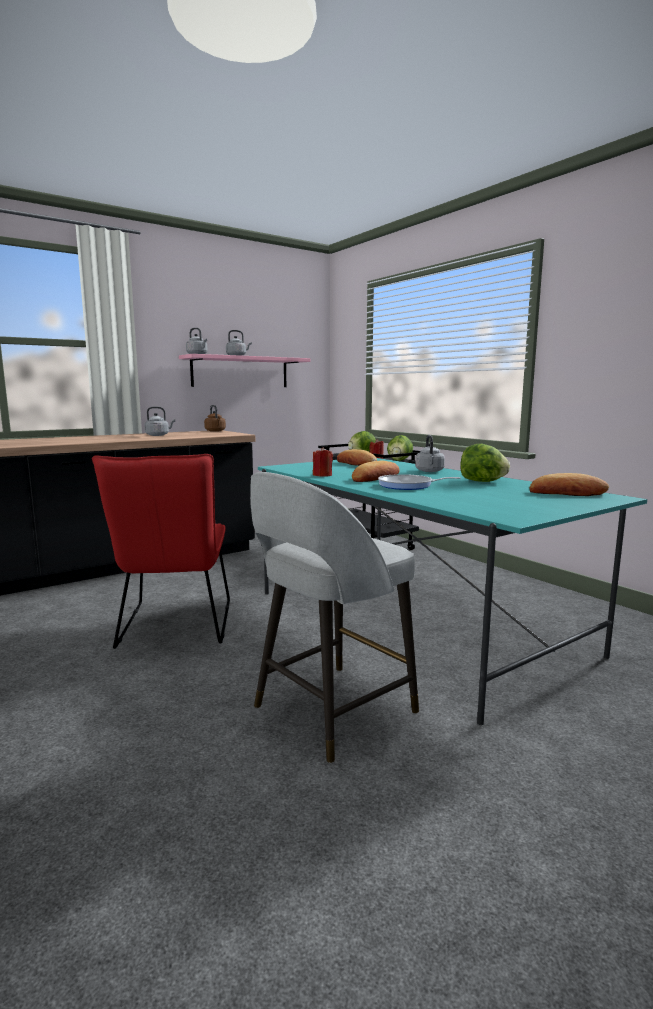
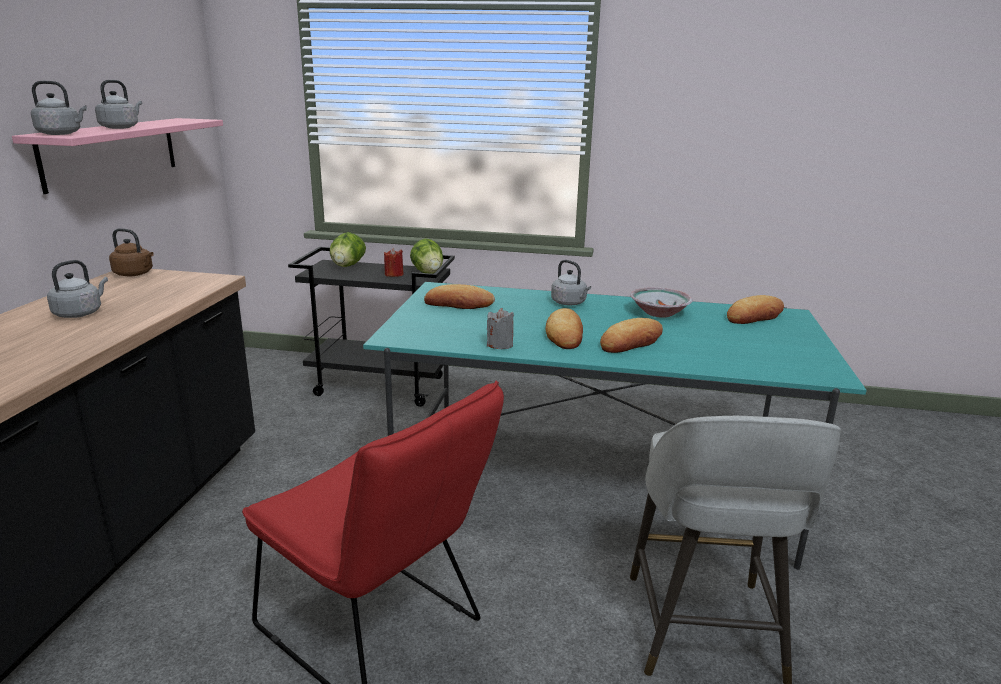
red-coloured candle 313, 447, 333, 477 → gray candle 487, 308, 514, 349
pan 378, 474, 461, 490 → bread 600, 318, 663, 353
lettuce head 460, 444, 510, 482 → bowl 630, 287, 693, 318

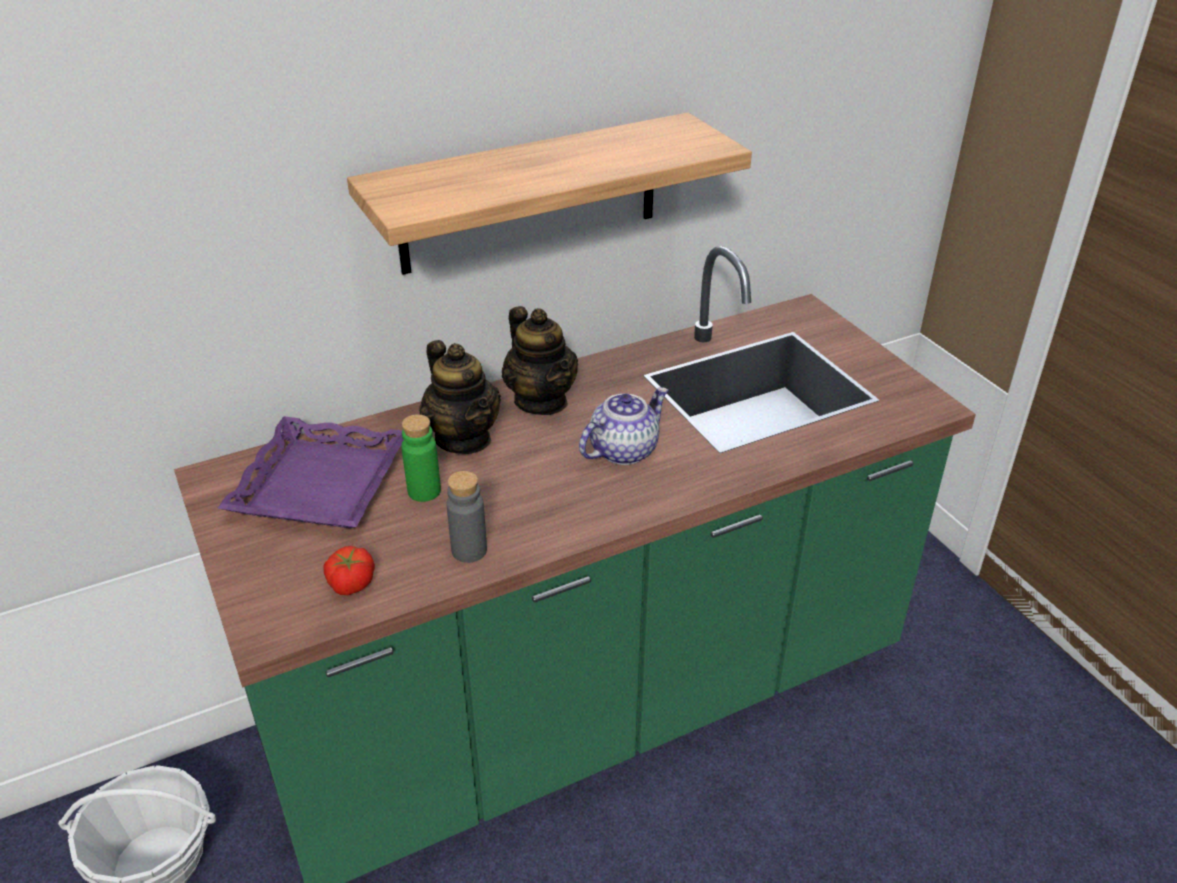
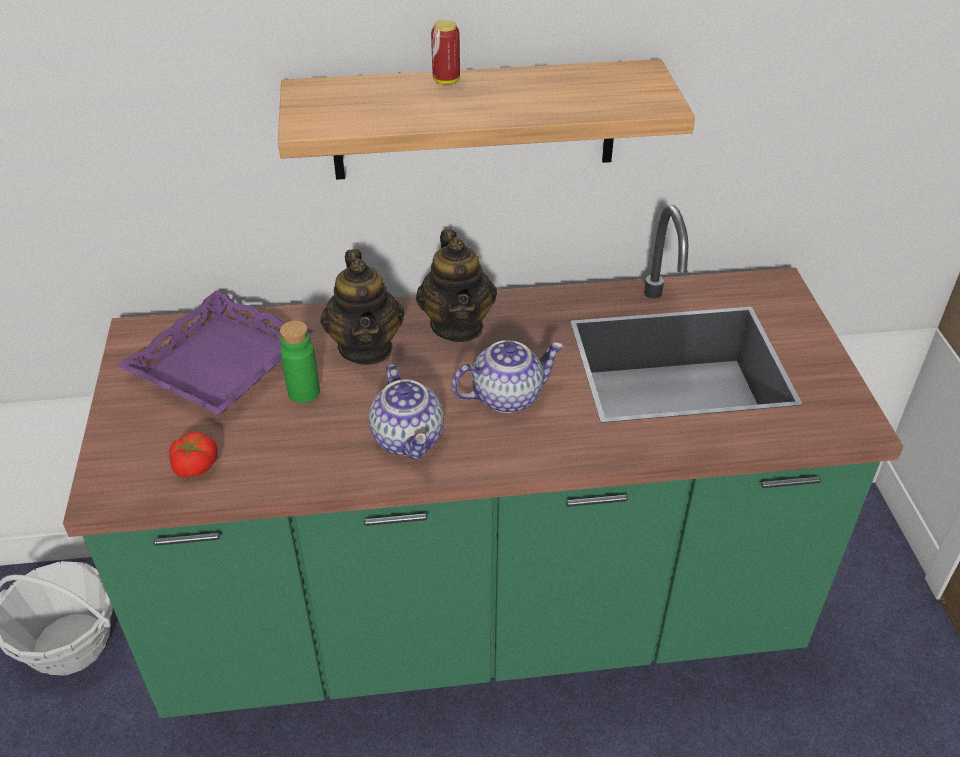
gray beverage bottle 447, 471, 487, 563 → -
- → pot for tea 369, 364, 444, 460
- → sealed can 431, 20, 460, 85

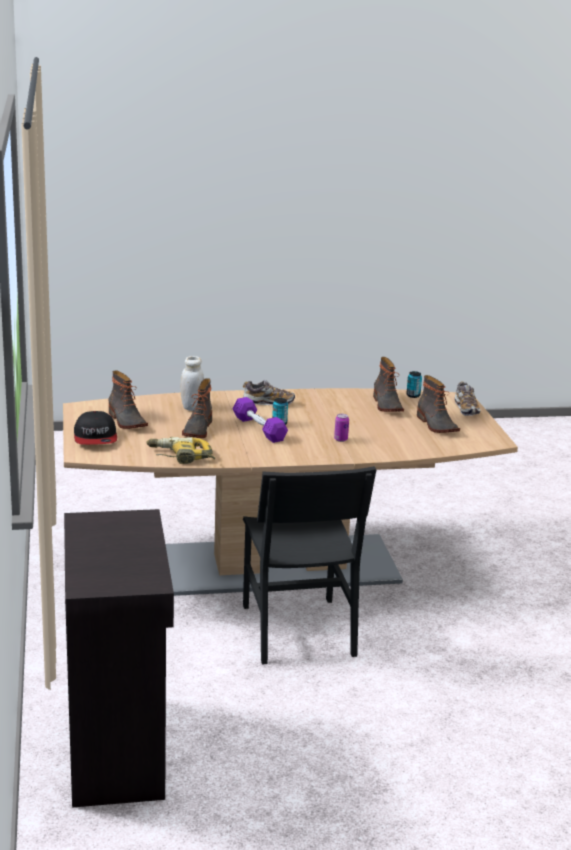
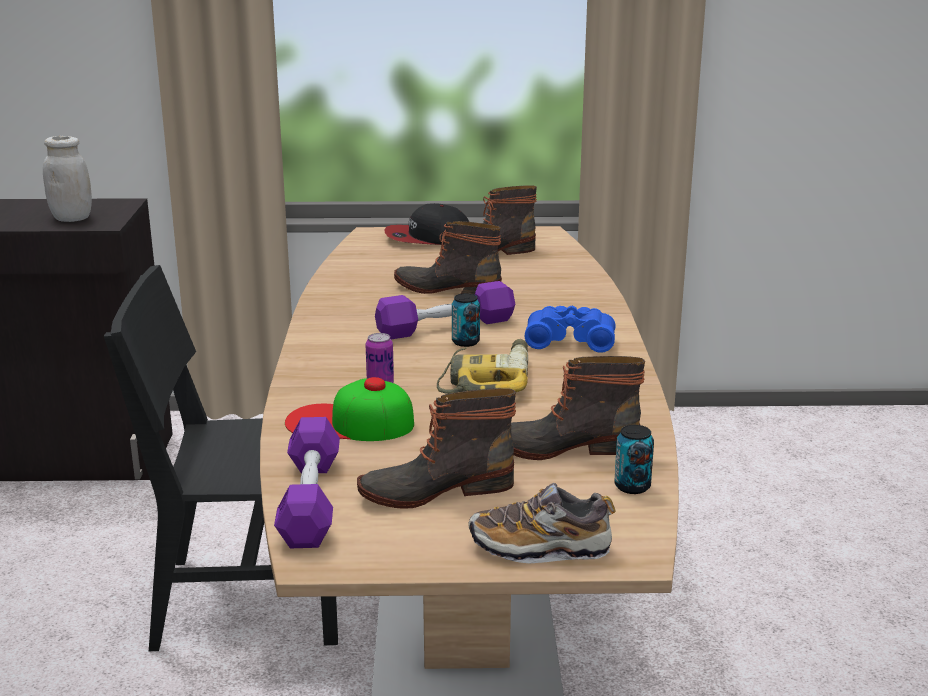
drill 146, 437, 215, 464 → drill 437, 339, 528, 394, relocated
white preserve jar 181, 356, 204, 411 → white preserve jar 43, 136, 92, 222, relocated
shoe 243, 380, 295, 405 → bluish binoculars 525, 306, 616, 353
- → purple dumbbell 274, 417, 340, 548
- → cap 285, 377, 414, 441

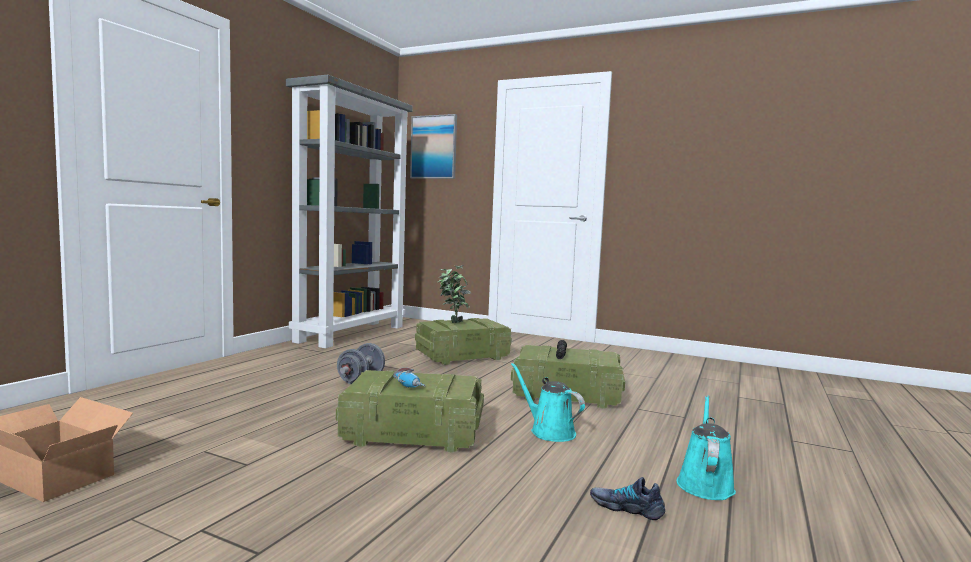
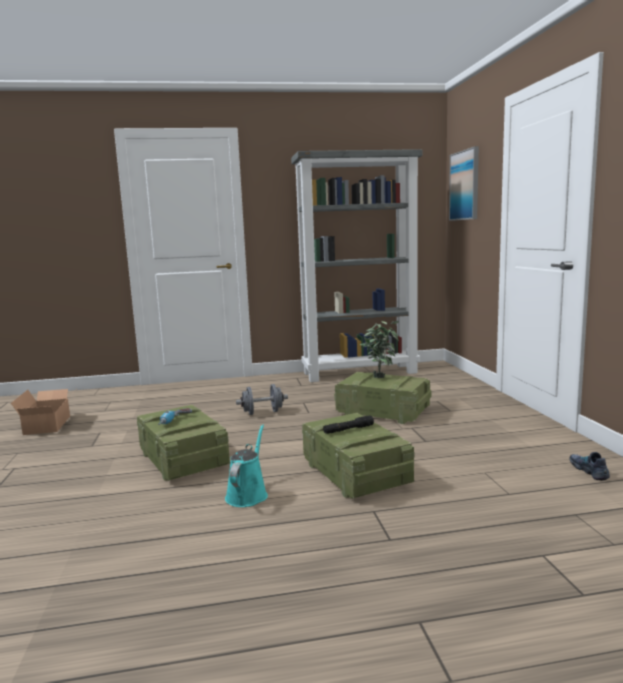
shoe 590, 477, 665, 520 → shoe 569, 452, 610, 481, relocated
blue-green watering can 676, 395, 736, 500 → -

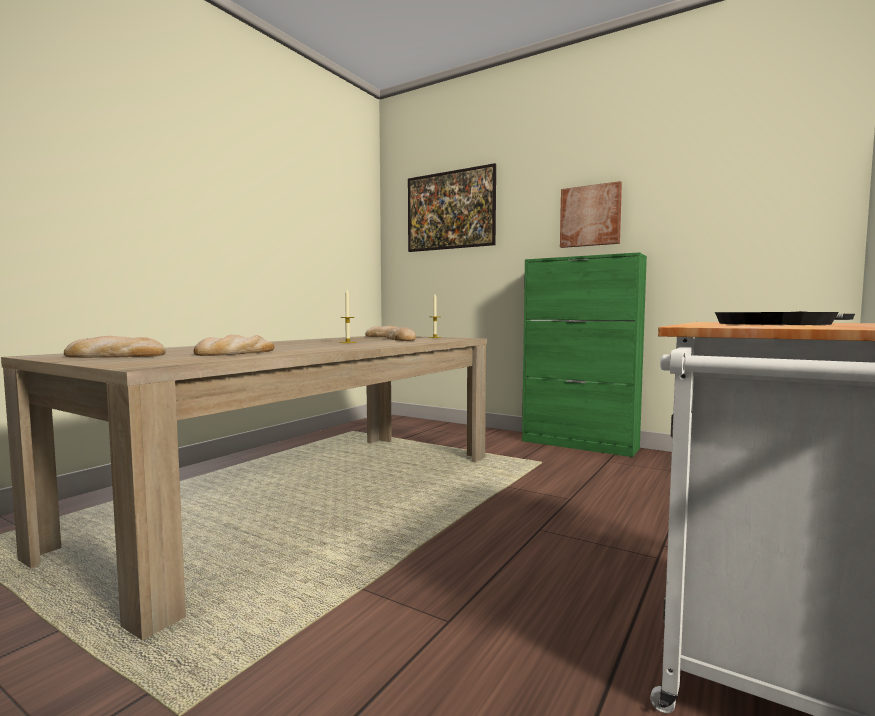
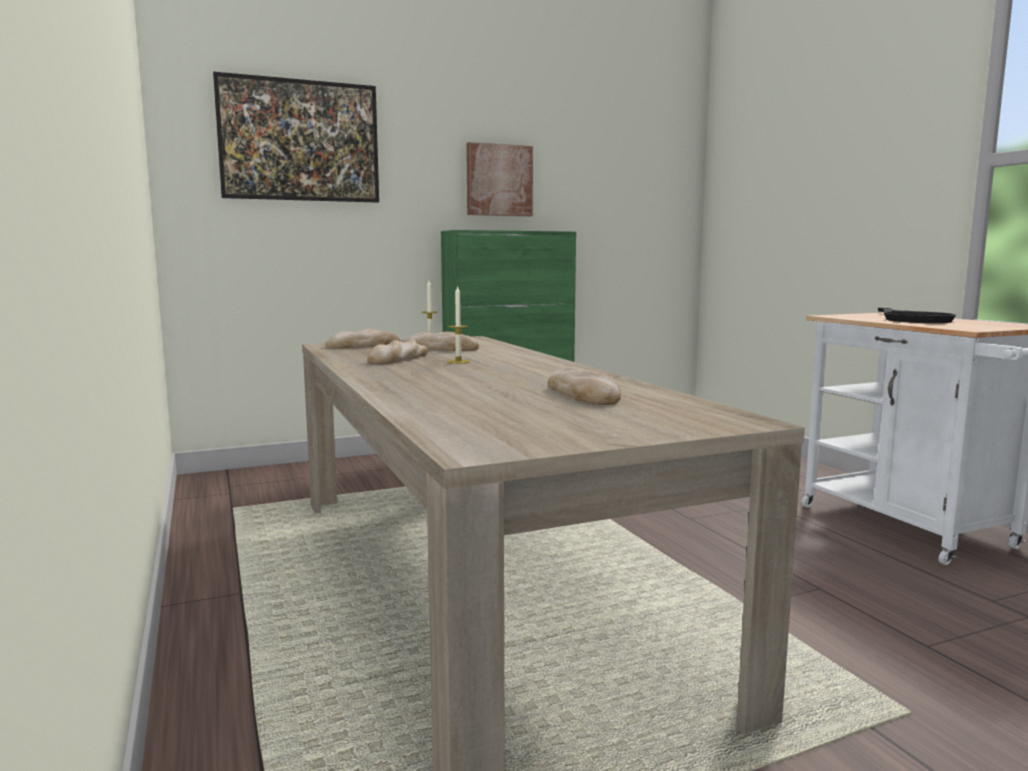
bread 64, 336, 166, 358 → bread 367, 339, 428, 364, relocated

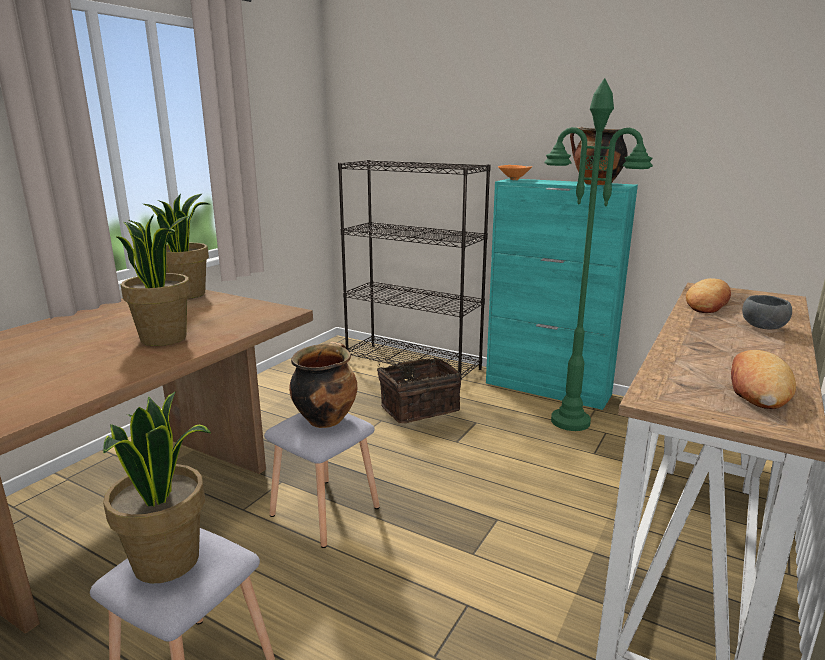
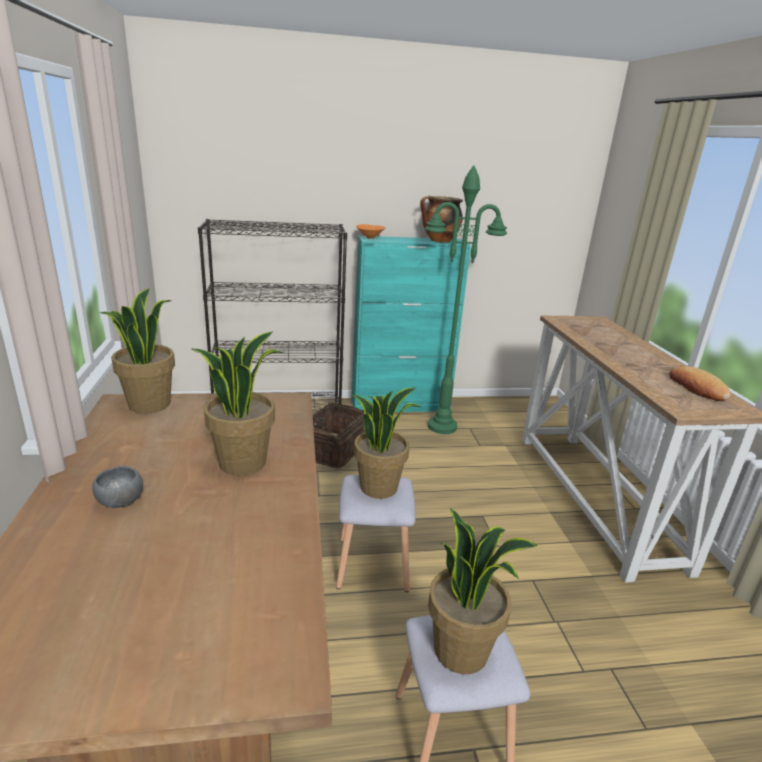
saucepot 289, 342, 357, 428 → potted plant 351, 387, 420, 499
bread 686, 278, 731, 313 → -
gray bowl 742, 295, 792, 329 → gray bowl 92, 466, 143, 508, relocated

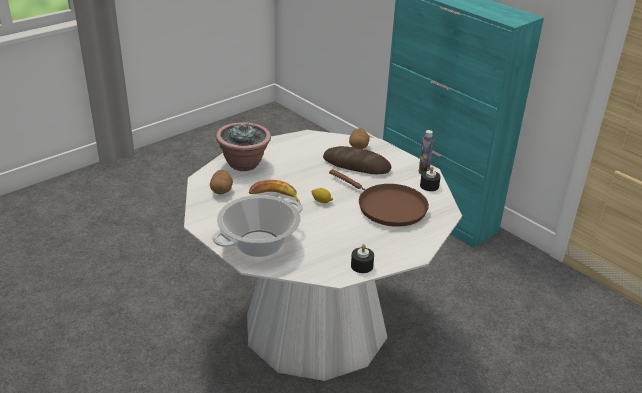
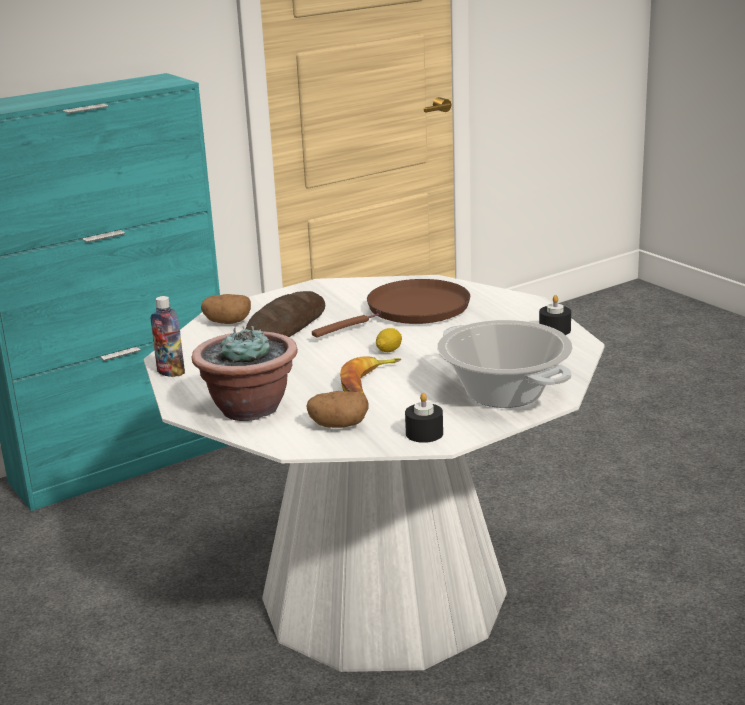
beverage bottle 419, 130, 434, 174 → beverage bottle 151, 296, 185, 377, relocated
blackish candle 420, 166, 441, 191 → blackish candle 405, 393, 443, 443, relocated

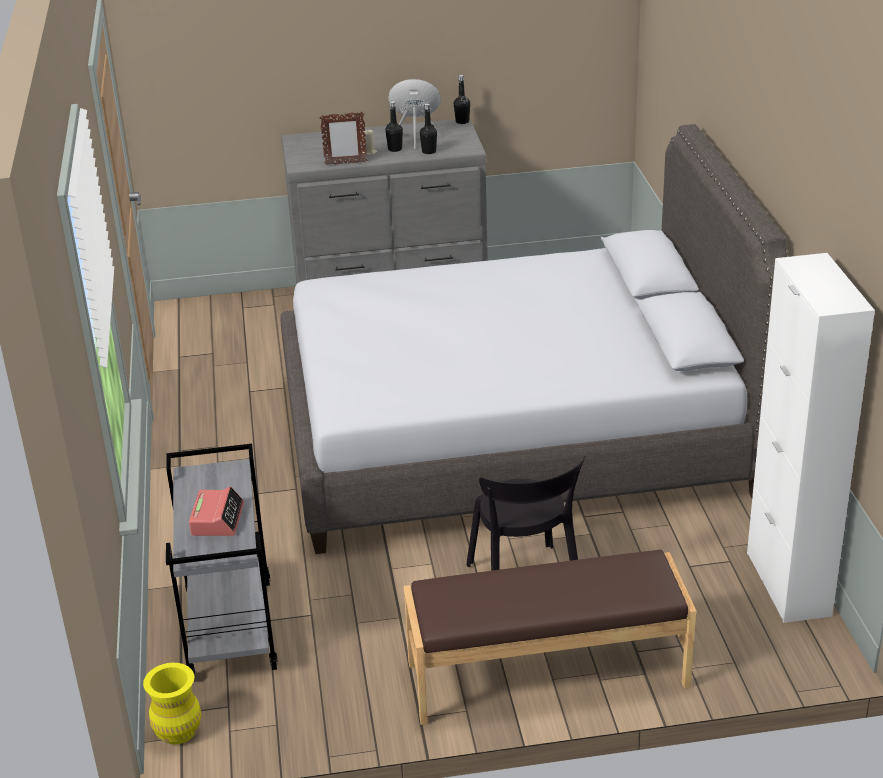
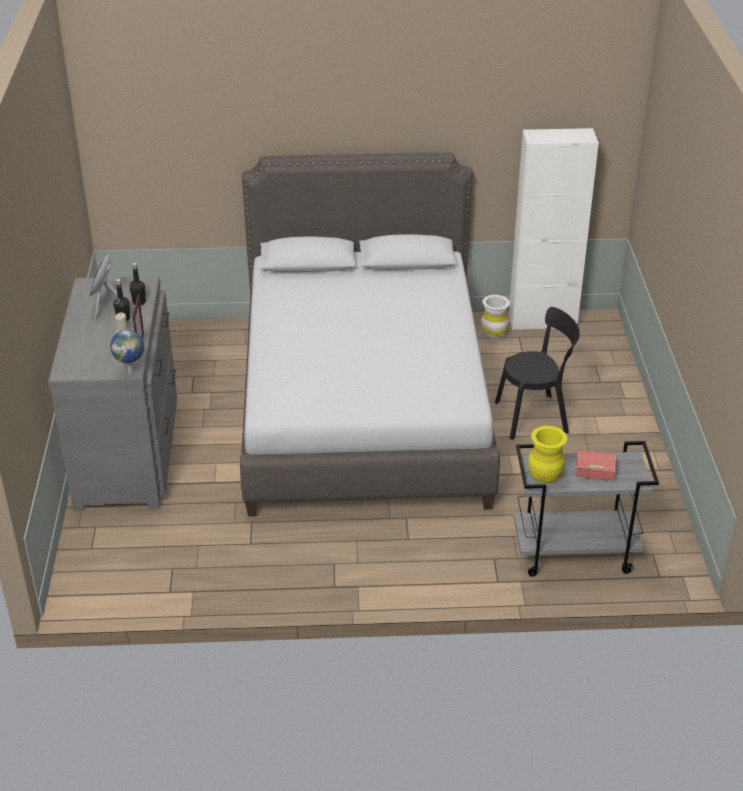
yellow flower vase 143, 663, 201, 744 → yellow flower vase 528, 426, 567, 483, relocated
brown-coloured indoor bench 404, 550, 696, 725 → -
blackish beverage bottle 454, 75, 470, 124 → -
- → world globe 110, 330, 144, 374
- → white flower vase 481, 295, 510, 339

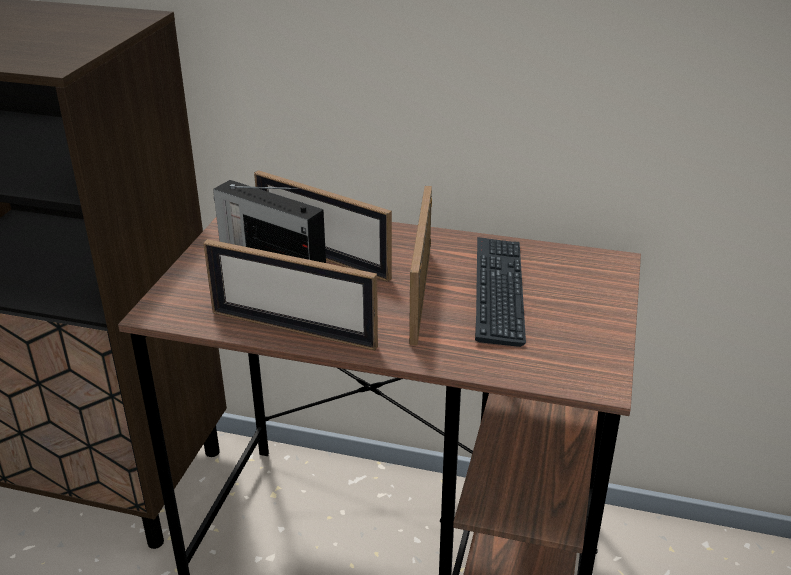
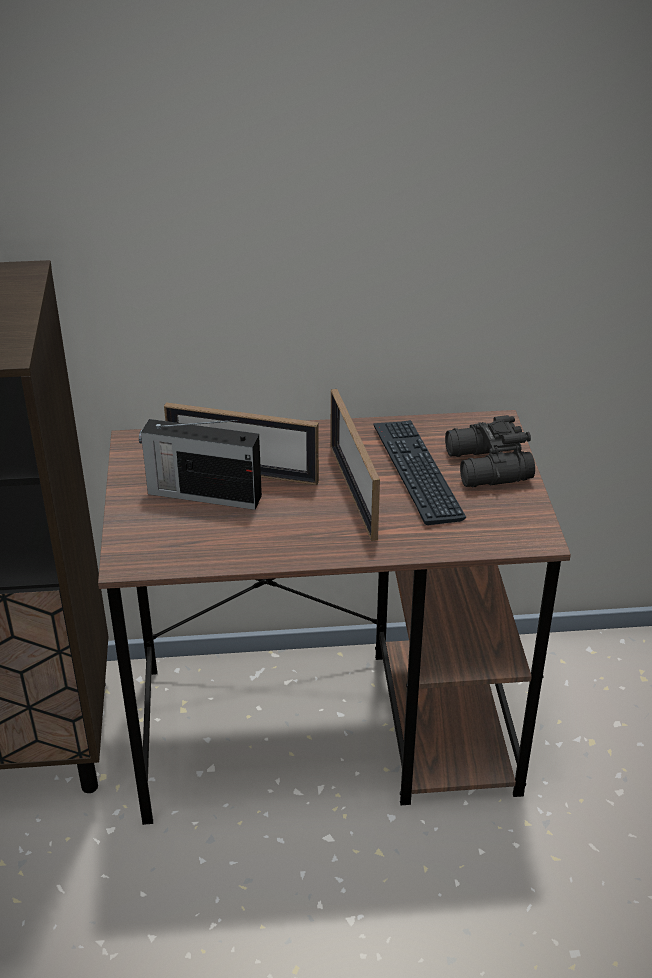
photo frame 203, 239, 378, 350 → -
- → blackish binoculars 445, 415, 535, 487

